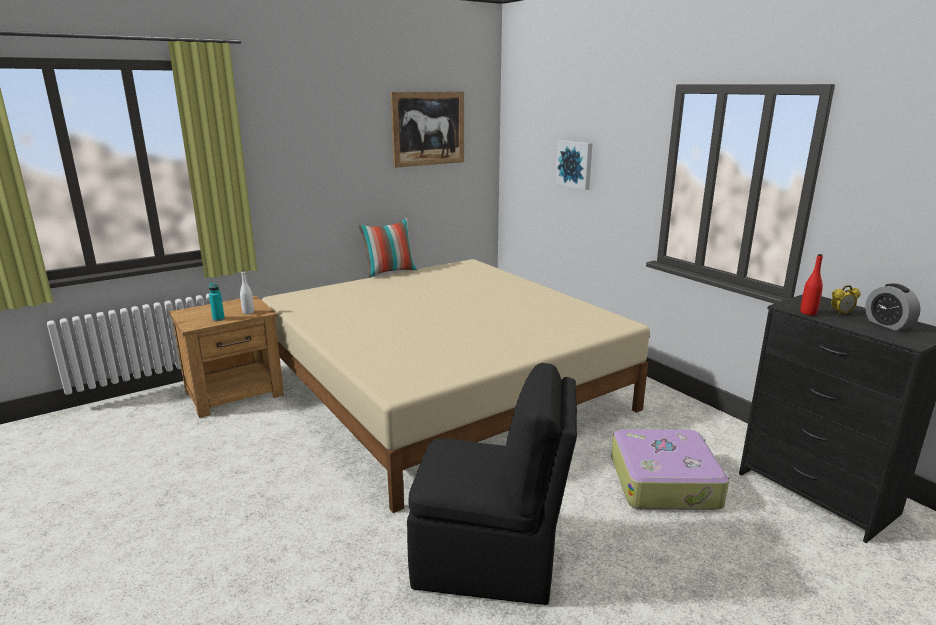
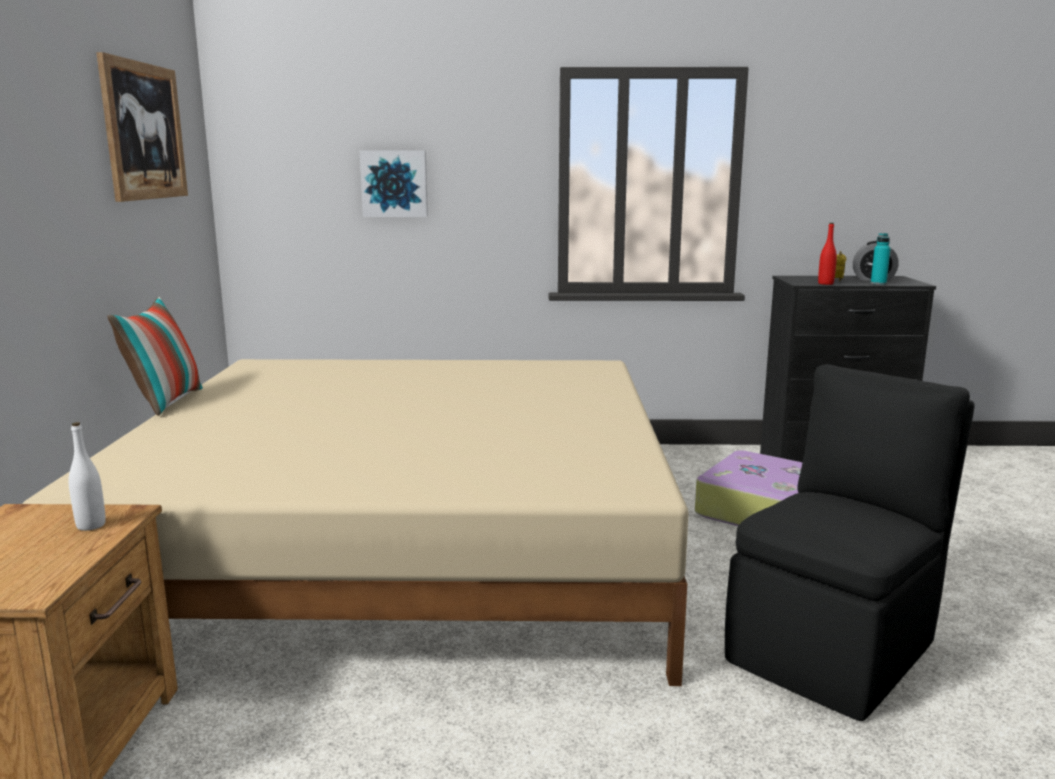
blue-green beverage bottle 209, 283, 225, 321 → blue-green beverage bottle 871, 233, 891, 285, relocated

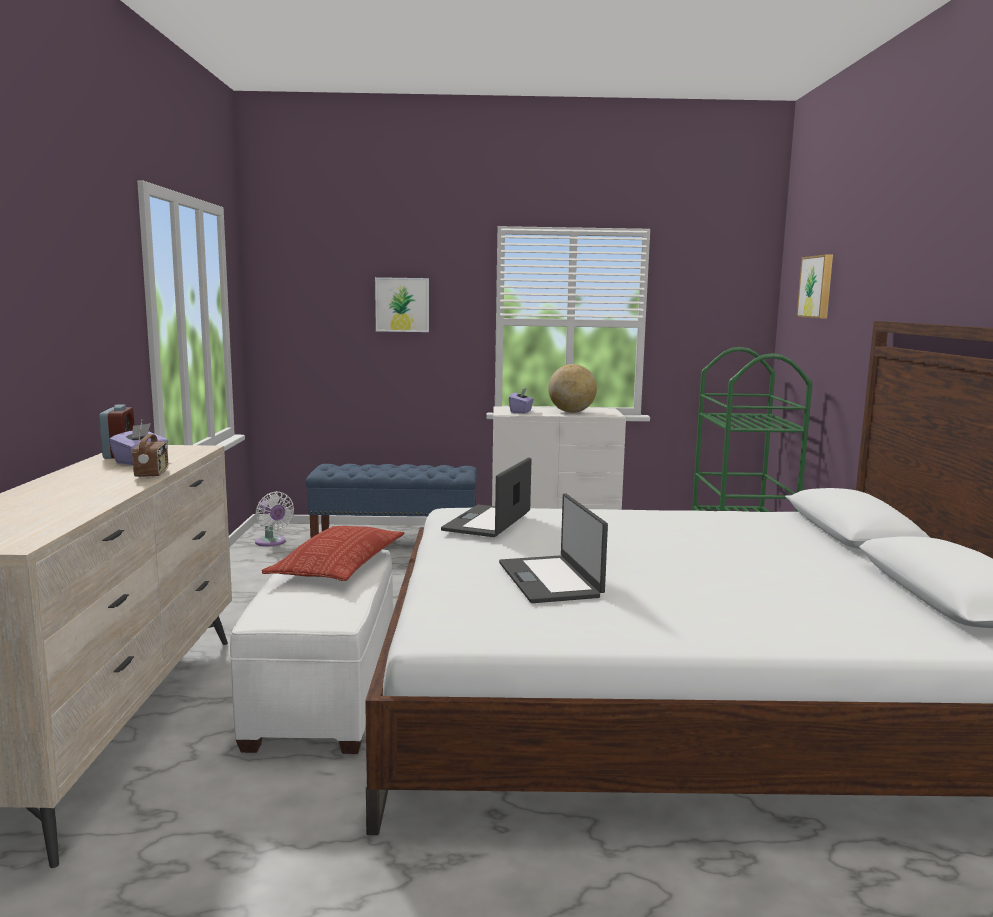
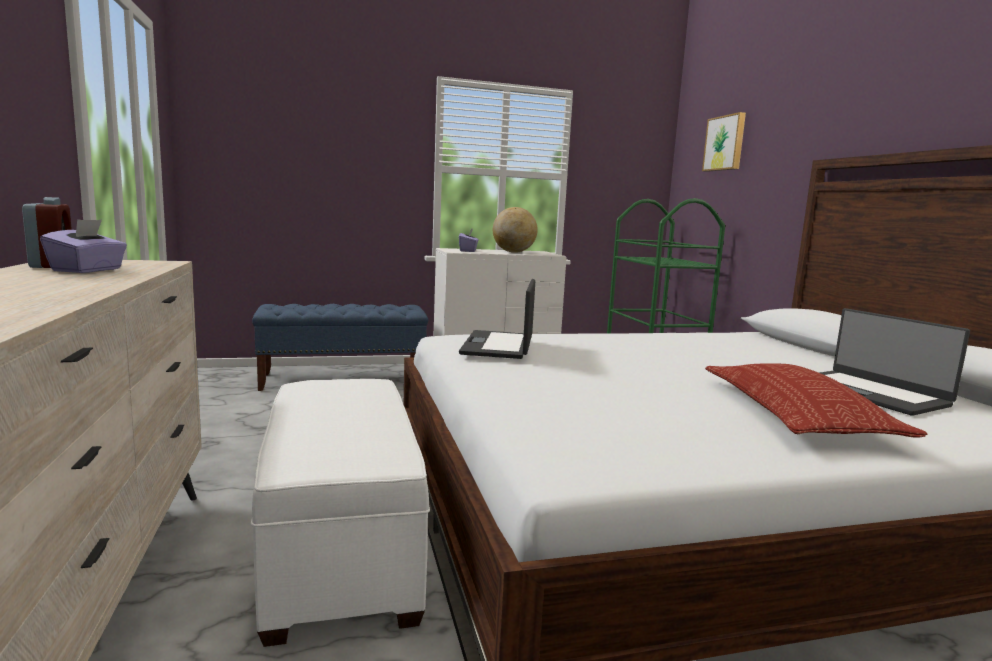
radio receiver 132, 419, 168, 478 → -
white electric fan 255, 491, 294, 547 → -
pillow 262, 526, 404, 581 → pillow 705, 364, 927, 438, relocated
wall art 375, 277, 429, 332 → -
portable computer 499, 493, 608, 603 → portable computer 820, 308, 970, 416, relocated

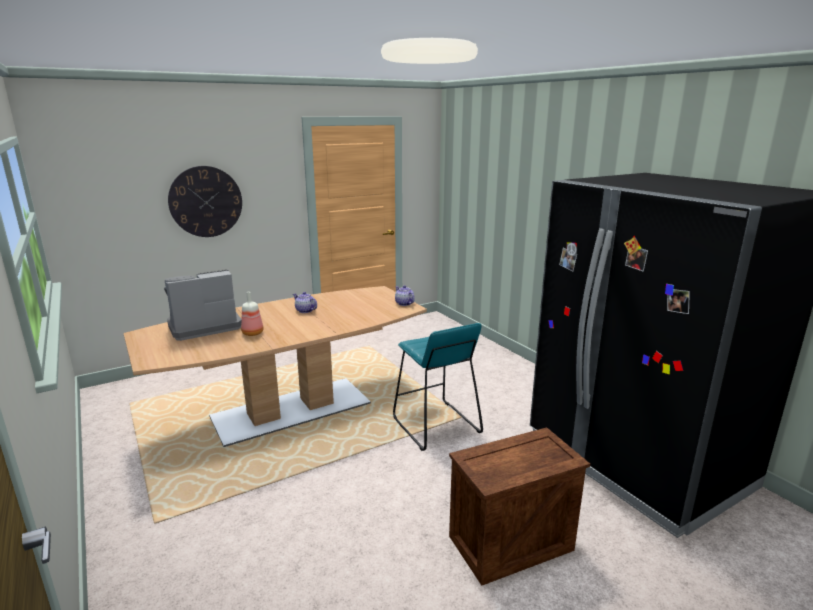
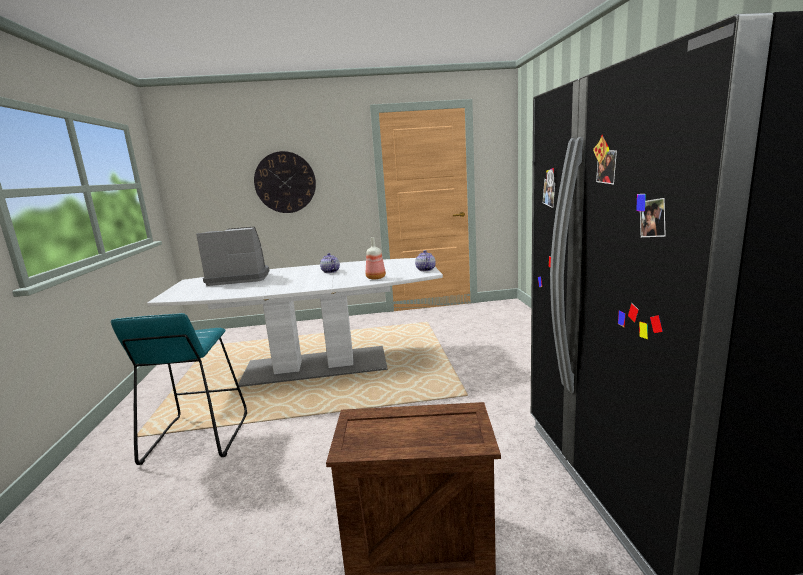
brown-coloured dinner table 123, 286, 427, 447 → white dinner table 147, 258, 443, 387
beverage bottle 241, 292, 264, 336 → beverage bottle 366, 237, 386, 279, relocated
blue-green stool 393, 323, 483, 451 → blue-green stool 111, 313, 247, 465, relocated

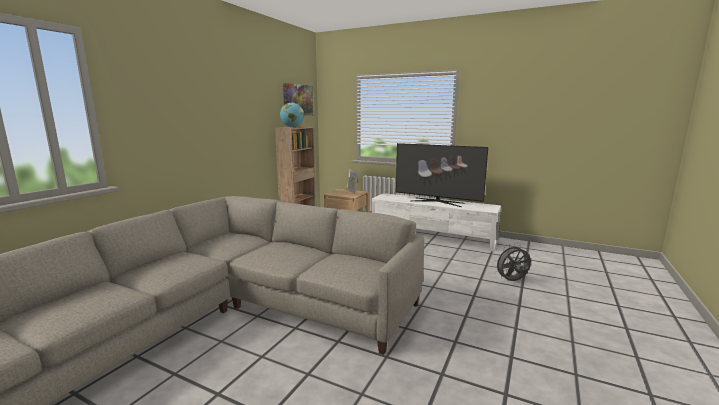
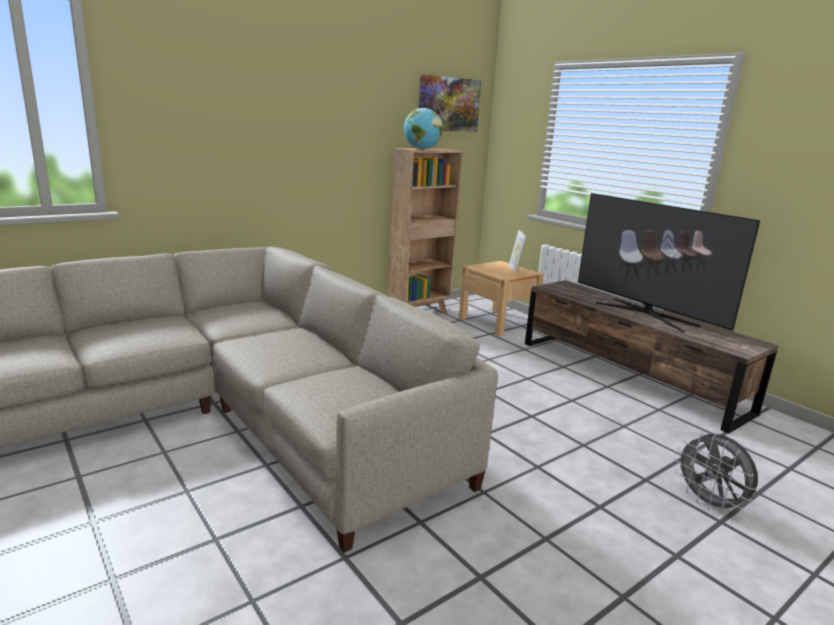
white media console 371, 193, 501, 251 → brown-coloured media console 525, 280, 778, 434
gray electric fan 494, 244, 531, 281 → gray electric fan 674, 432, 758, 514, 135 degrees counterclockwise

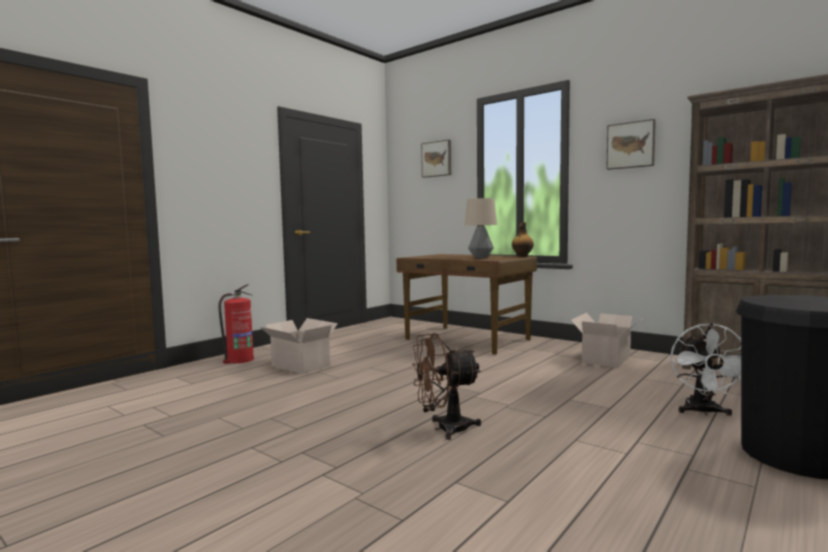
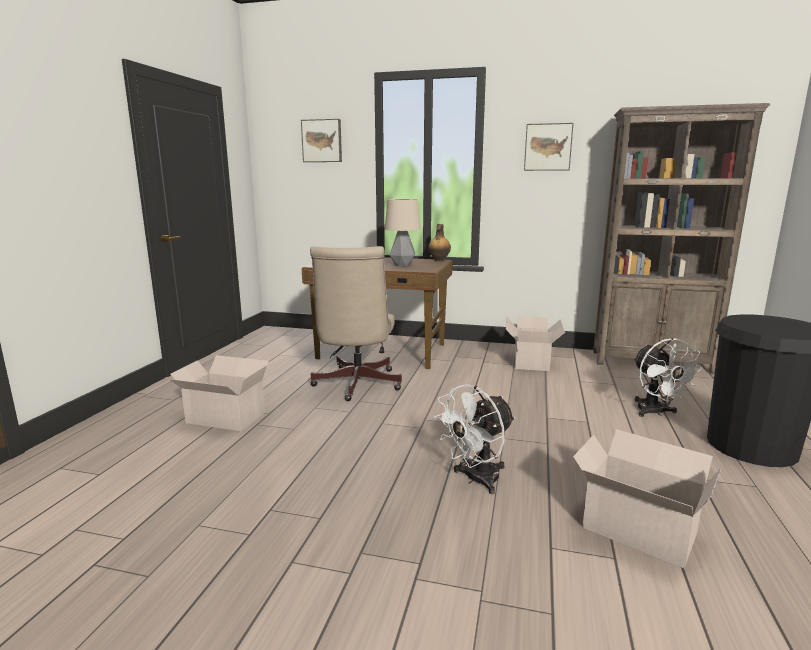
fire-fighting cylinder 218, 284, 254, 364 → -
brown-coloured electric fan 412, 333, 481, 440 → white electric fan 434, 384, 515, 494
- → sand-coloured office chair 310, 246, 402, 401
- → carton 573, 429, 722, 568

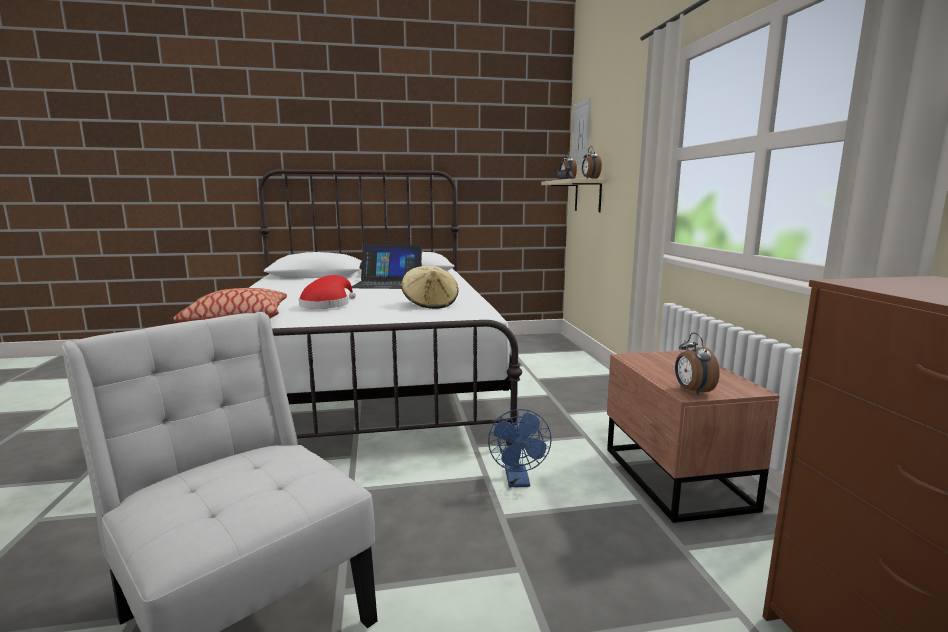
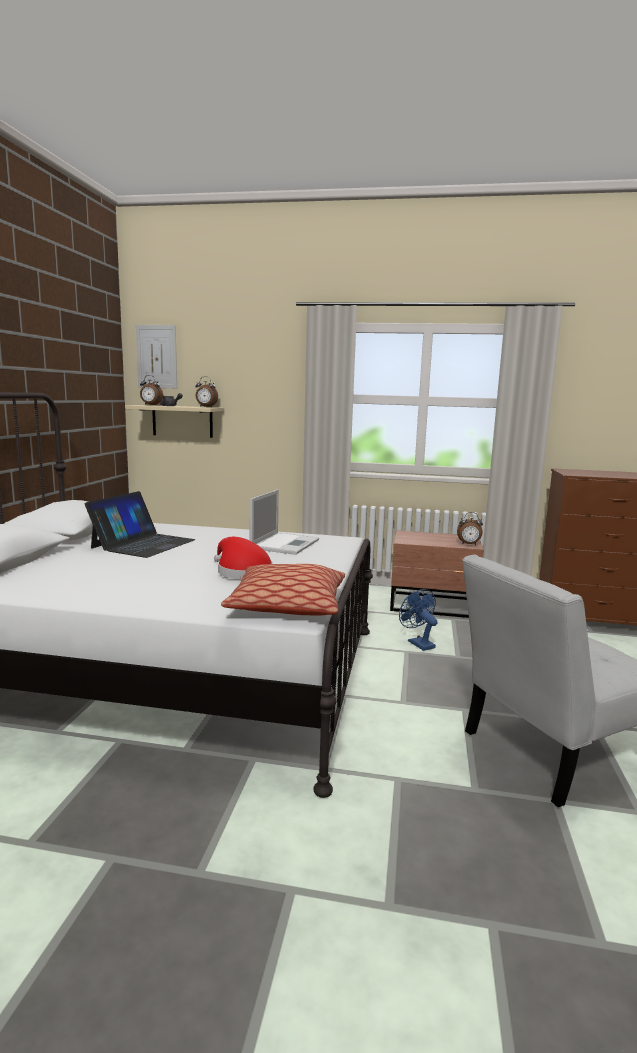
sand-coloured hat 401, 266, 458, 309 → portable computer 250, 490, 319, 555
bluish electric fan 488, 409, 552, 487 → bluish electric fan 399, 589, 438, 651, 135 degrees counterclockwise

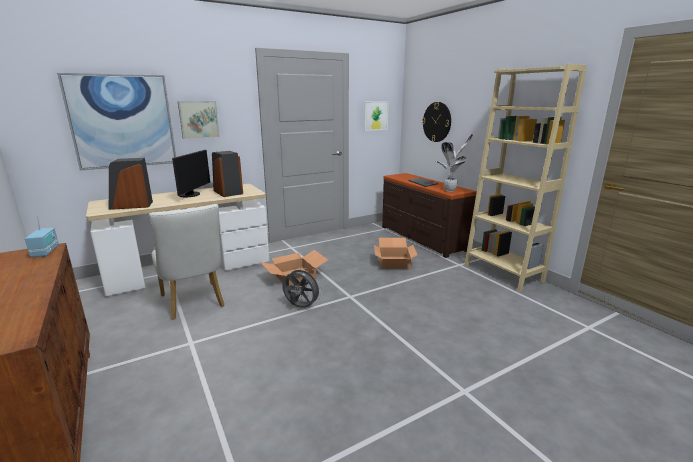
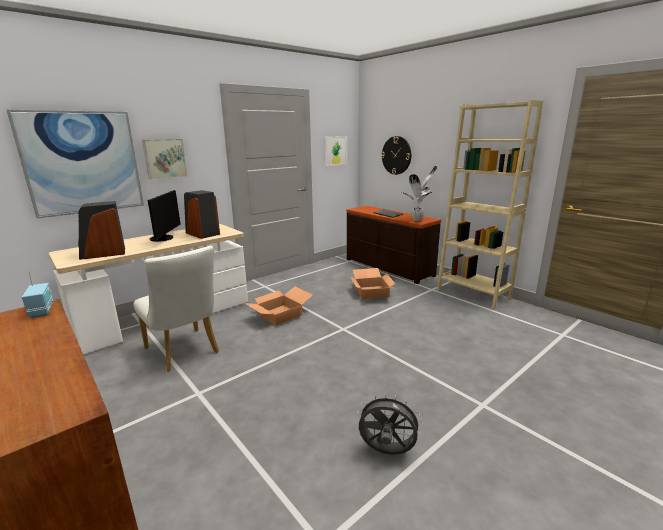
gray electric fan 282, 267, 322, 308 → gray electric fan 357, 393, 423, 455, relocated

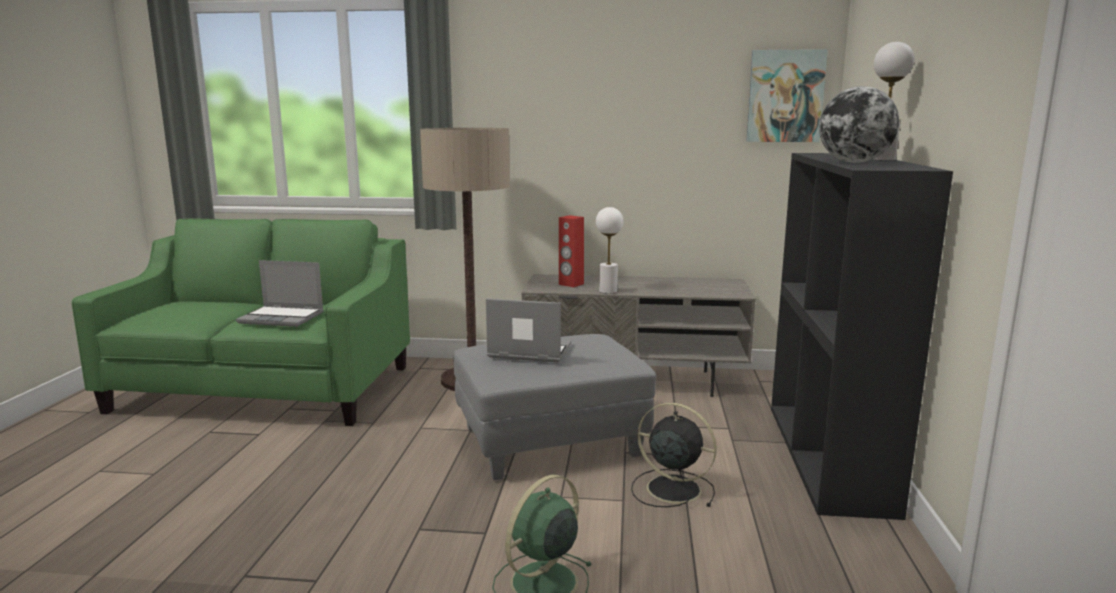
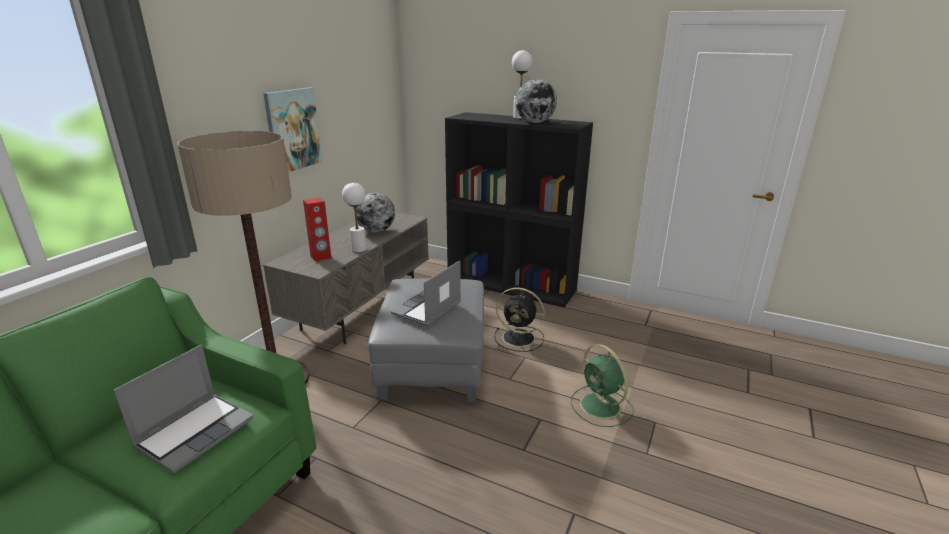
blackish electric fan 631, 403, 717, 507 → blackish electric fan 494, 288, 545, 352, 120 degrees counterclockwise
wall art 747, 49, 828, 142 → wall art 263, 87, 322, 172, relocated
- → world globe 356, 193, 395, 233

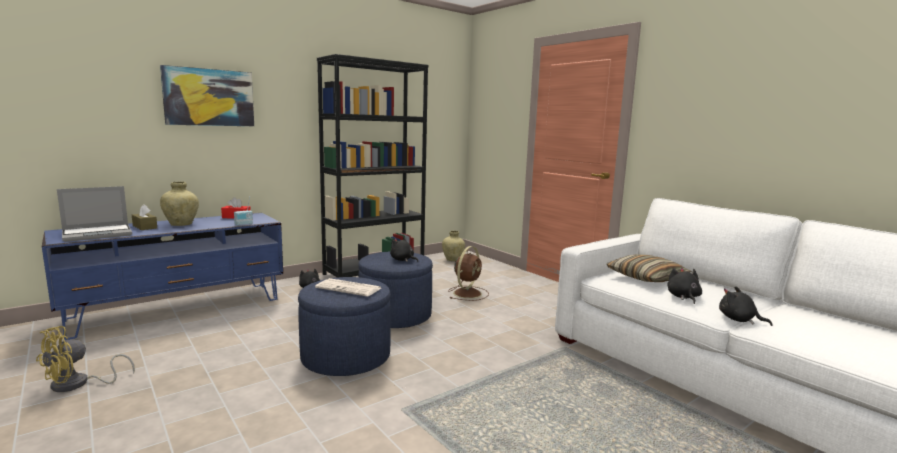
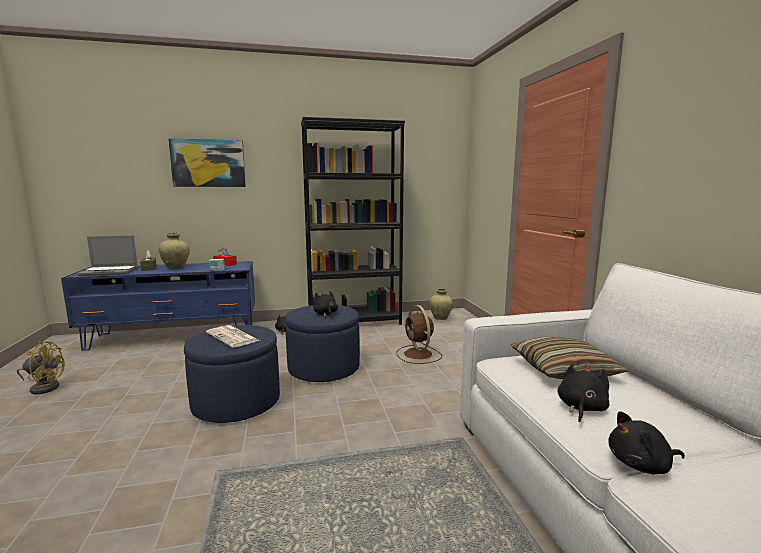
yellow electric fan 36, 326, 135, 392 → yellow electric fan 17, 341, 65, 395, 150 degrees counterclockwise
brown-coloured electric fan 448, 246, 489, 301 → brown-coloured electric fan 396, 305, 442, 364, 105 degrees clockwise
blackish soft toy 719, 286, 772, 326 → blackish soft toy 608, 411, 685, 474, 75 degrees counterclockwise

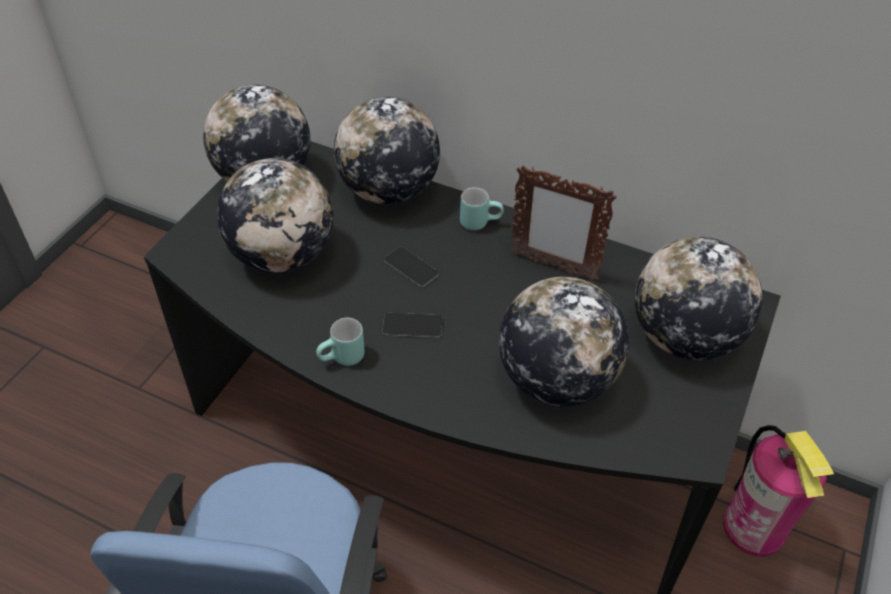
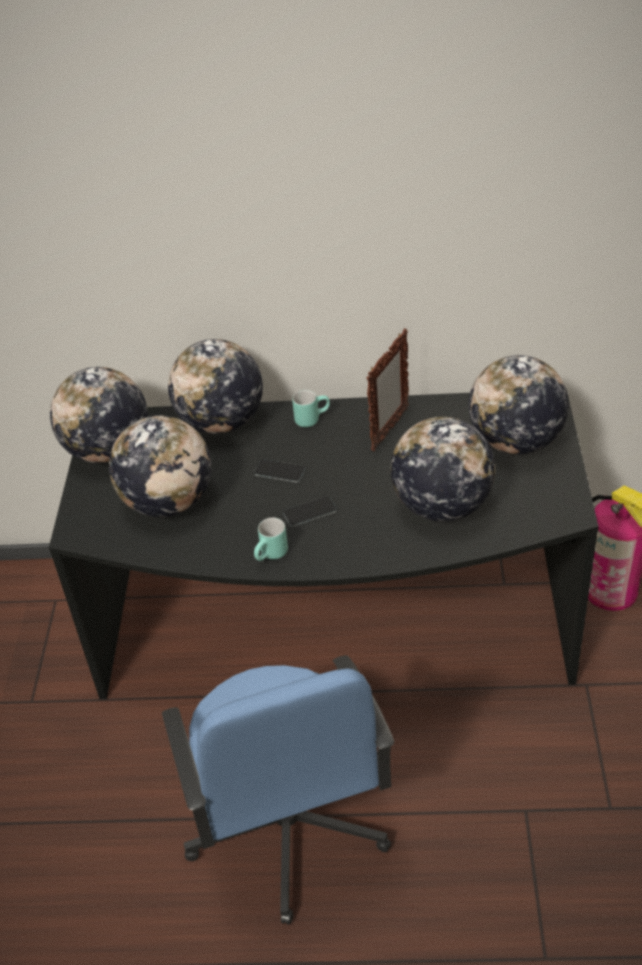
photo frame 511, 165, 617, 281 → photo frame 366, 328, 409, 451, 60 degrees counterclockwise

